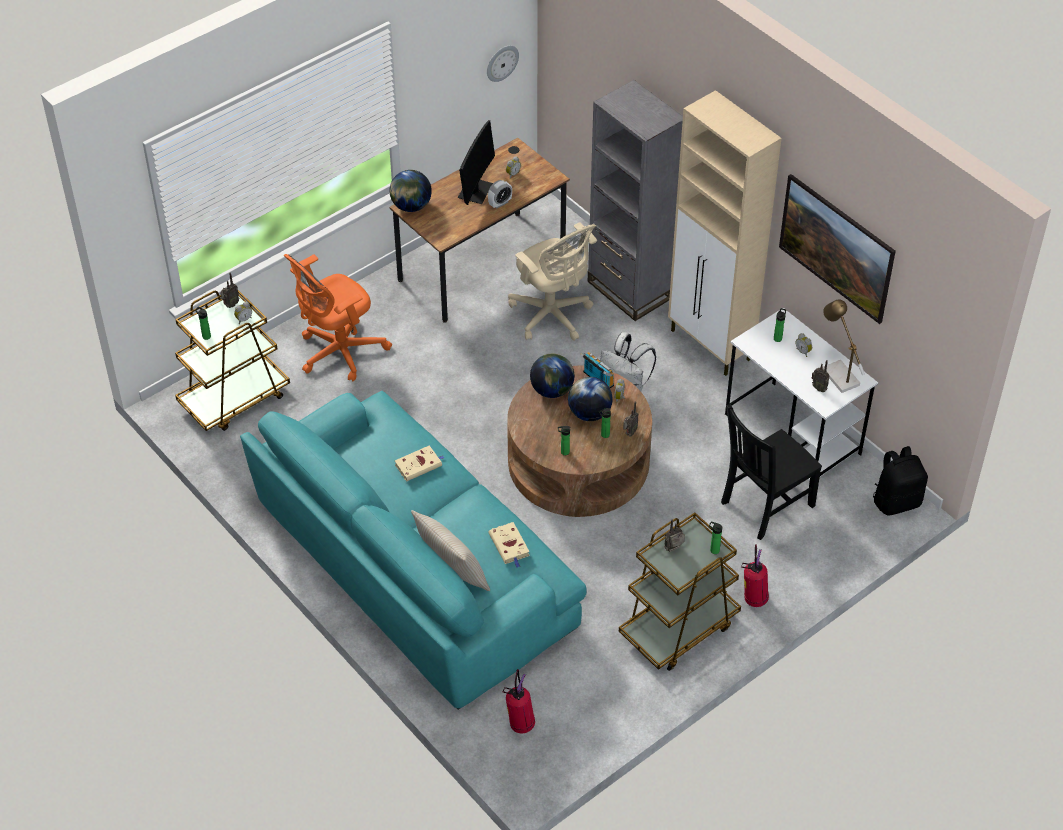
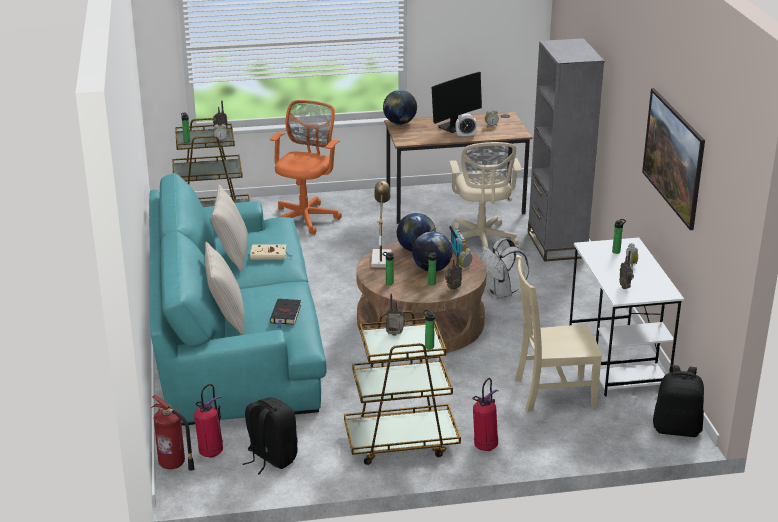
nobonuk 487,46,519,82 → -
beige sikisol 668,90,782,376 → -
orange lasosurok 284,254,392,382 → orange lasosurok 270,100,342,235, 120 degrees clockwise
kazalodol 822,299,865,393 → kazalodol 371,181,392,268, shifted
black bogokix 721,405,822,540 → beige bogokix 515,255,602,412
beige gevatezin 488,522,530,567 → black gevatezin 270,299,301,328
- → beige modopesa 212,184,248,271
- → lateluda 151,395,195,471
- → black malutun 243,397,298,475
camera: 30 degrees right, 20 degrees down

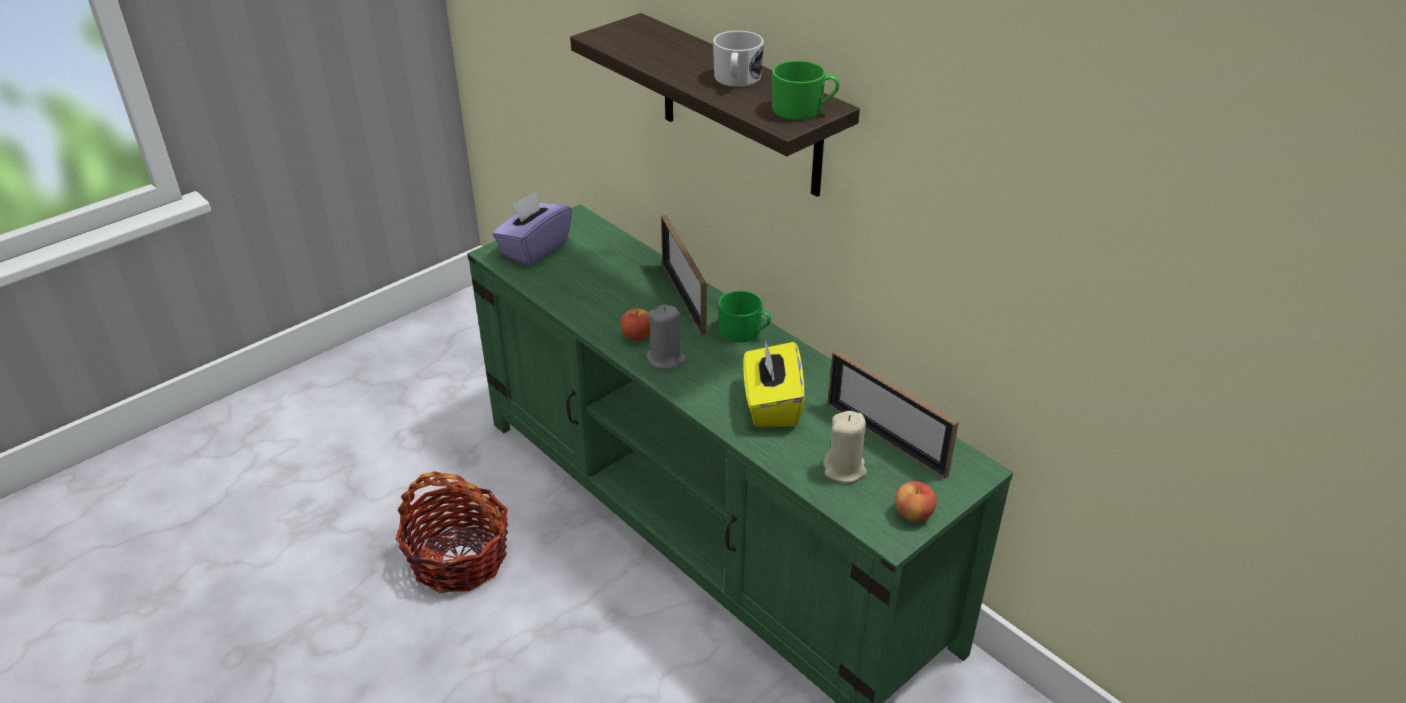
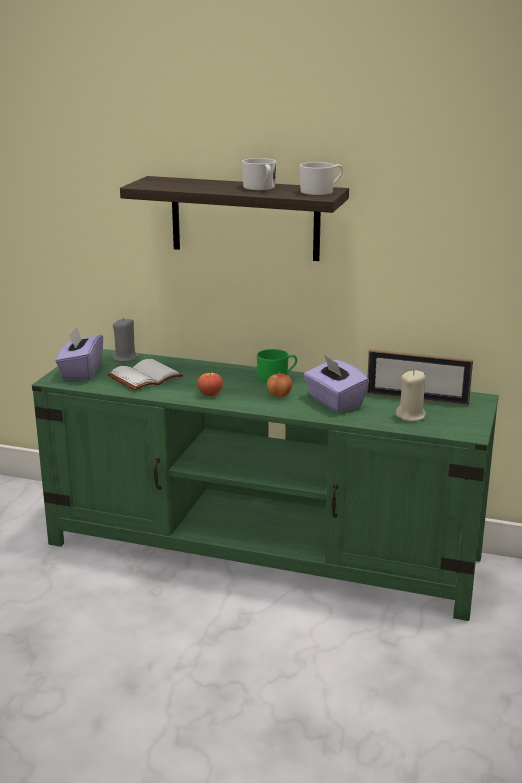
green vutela 772,60,840,120 → white vutela 300,162,343,195
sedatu 661,215,707,335 → -
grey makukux 646,305,687,370 → grey makukux 112,318,140,362, shifted
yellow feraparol 743,340,805,427 → purple feraparol 304,355,369,412
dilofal 395,471,508,593 → -
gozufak 895,481,937,521 → gozufak 267,371,292,397, shifted
- → white gevatezin 107,359,183,390
camera: 30 degrees left, 15 degrees down

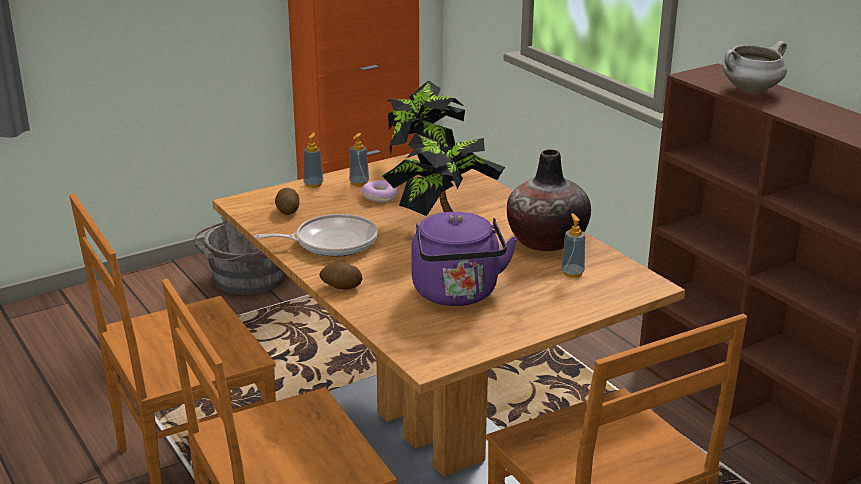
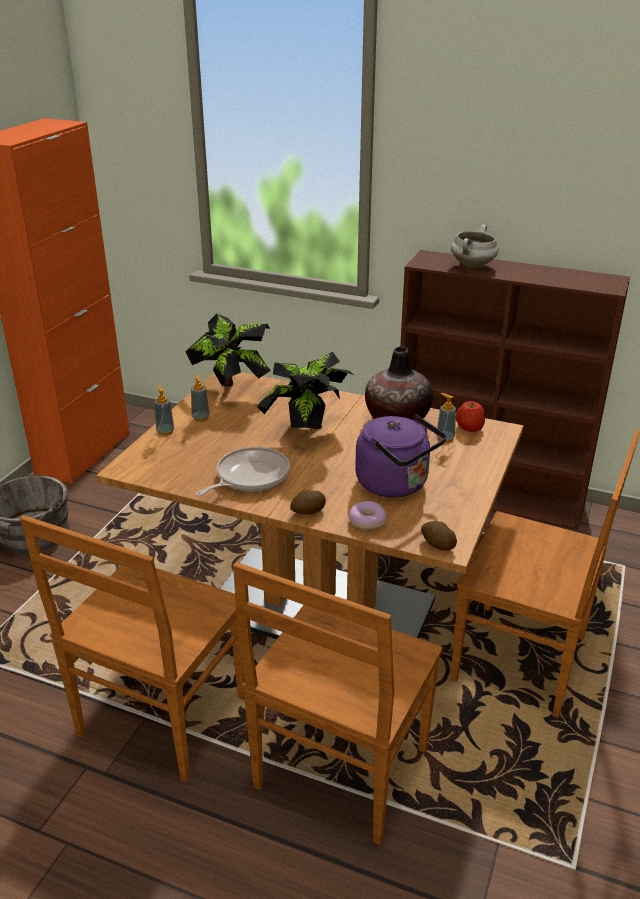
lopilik 362,180,397,203 → lopilik 349,501,387,529, shifted
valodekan 275,188,299,215 → valodekan 421,521,457,551, shifted
- → gozufak 456,401,485,432
camera: 35 degrees left, 5 degrees up

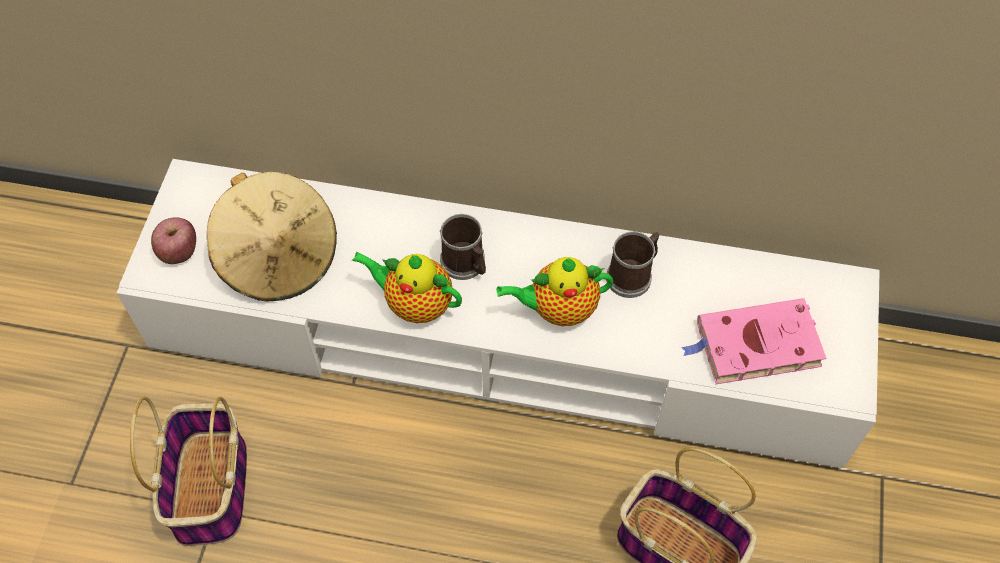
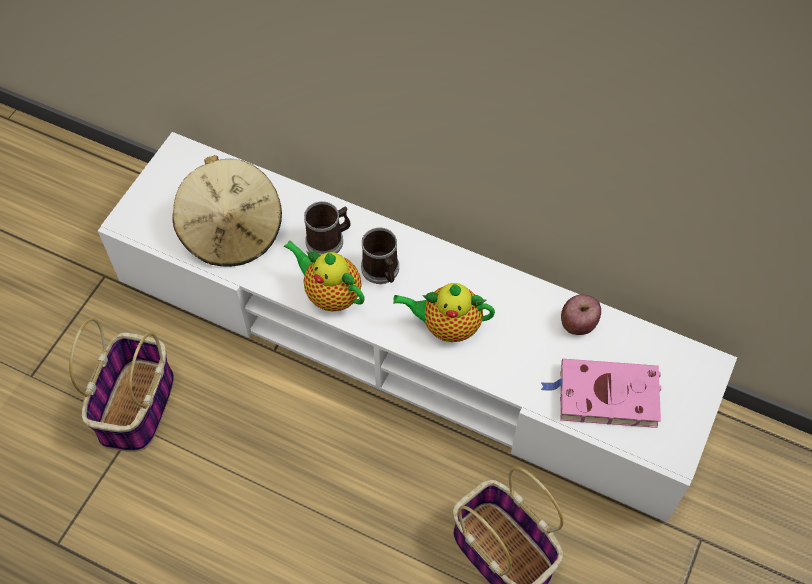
gozufak 151,217,196,264 → gozufak 561,295,601,335, shifted
vutela 606,232,659,298 → vutela 304,201,351,256, shifted
camera: 15 degrees right, 0 degrees up

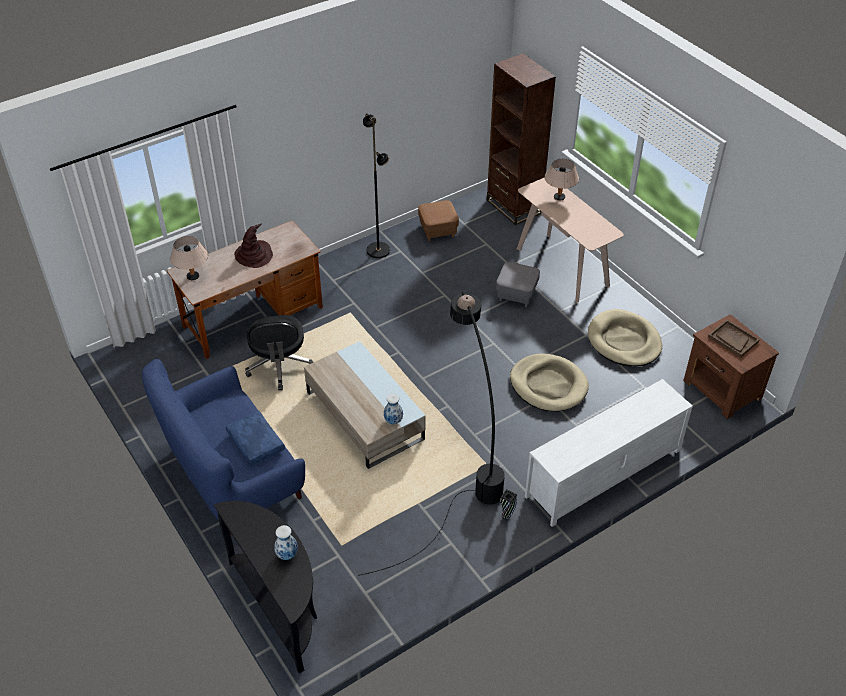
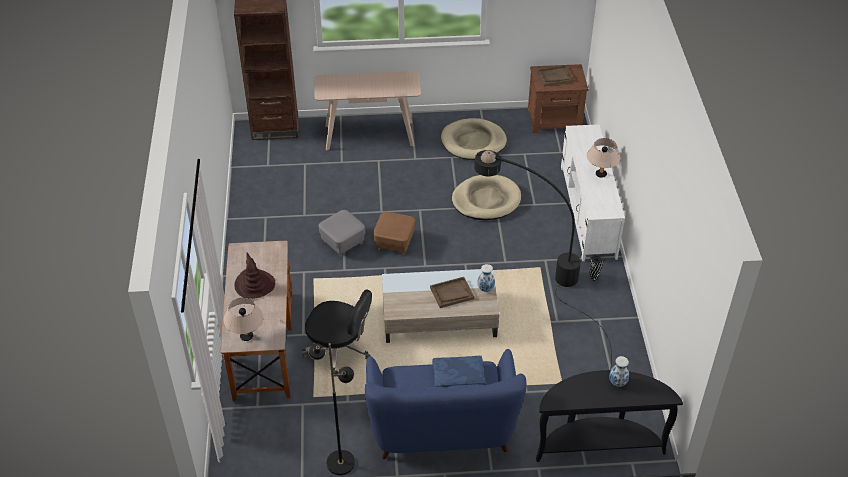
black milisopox 363,113,390,258 → black milisopox 308,343,355,475, shifted
beige kazalodol 544,159,579,200 → beige kazalodol 587,138,621,178, shifted
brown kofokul 418,200,459,241 → brown kofokul 373,212,415,255, shifted
grey kofokul 496,262,540,307 → grey kofokul 319,210,365,257, shifted
- → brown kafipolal 430,277,474,308
camera: 60 degrees left, 0 degrees up

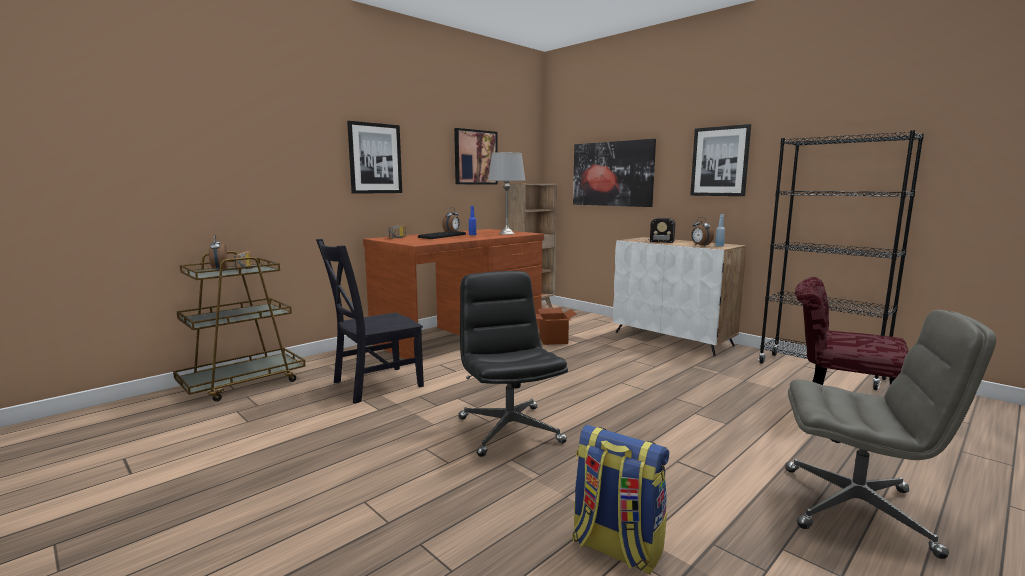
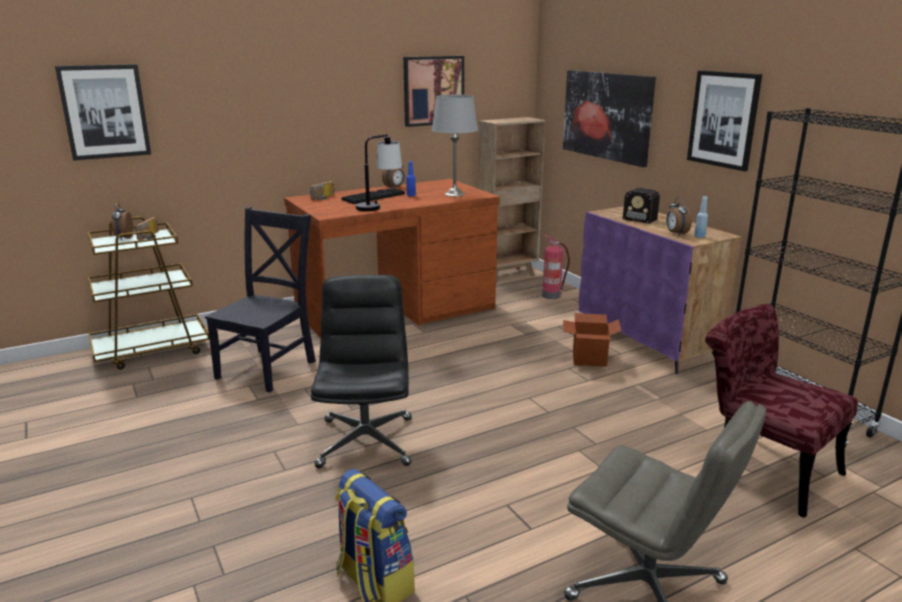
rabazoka 347,121,402,194 → rabazoka 55,64,151,160, shifted
white sikisol 613,237,746,356 → purple sikisol 579,206,742,374
black bogokix 316,239,424,404 → black bogokix 205,207,316,393, 135 degrees clockwise
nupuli 536,308,577,345 → nupuli 563,313,621,367, shifted
- → kazalodol 355,134,402,211
- → lateluda 542,235,570,299
camera: 15 degrees right, 10 degrees up

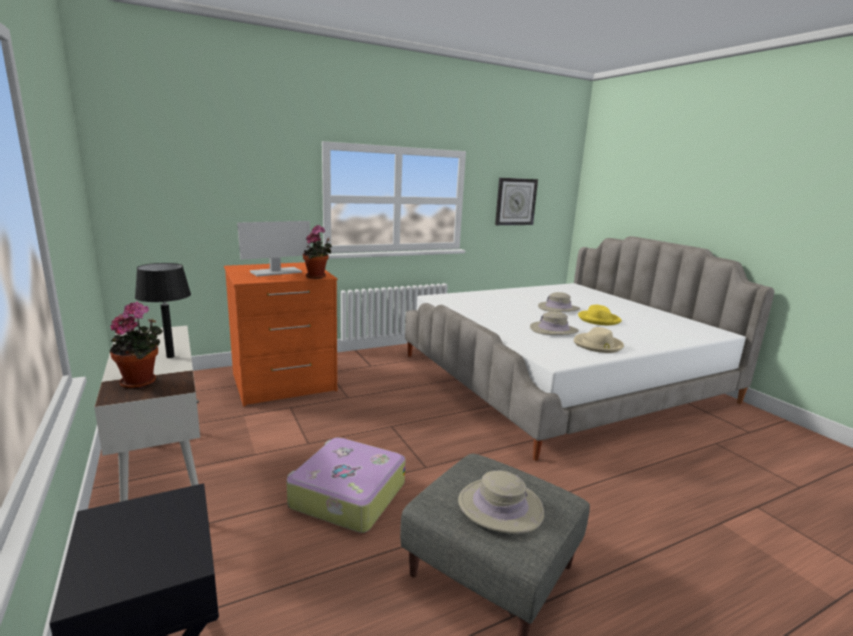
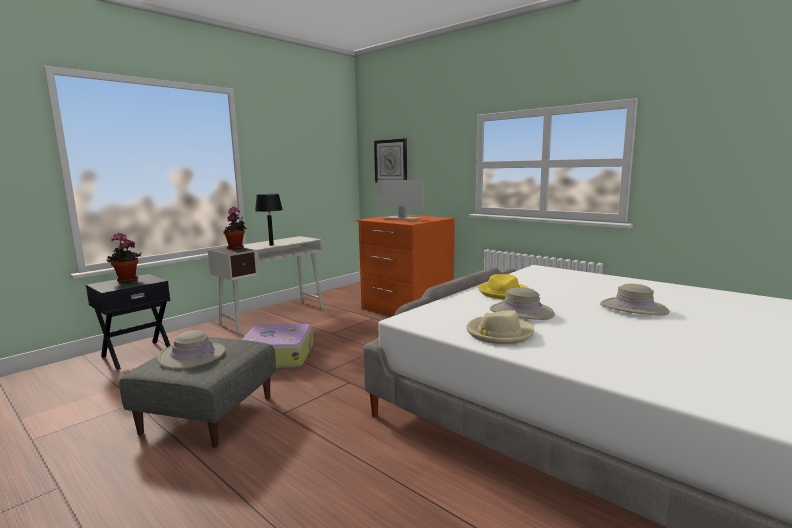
nobonuk 495,178,538,225 → nobonuk 374,138,407,182, shifted
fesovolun 303,225,332,279 → fesovolun 106,233,142,282, shifted
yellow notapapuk 578,305,622,325 → yellow notapapuk 478,274,528,300, shifted
camera: 70 degrees right, 5 degrees down

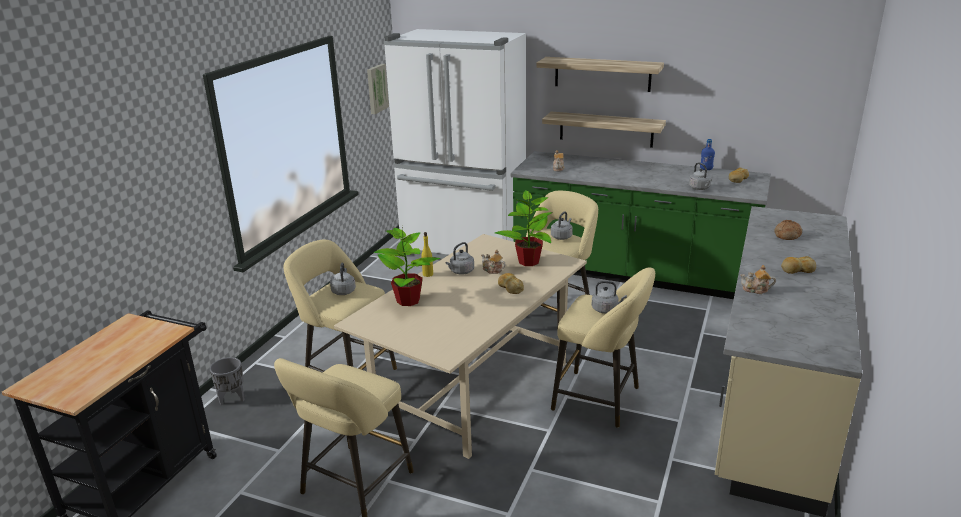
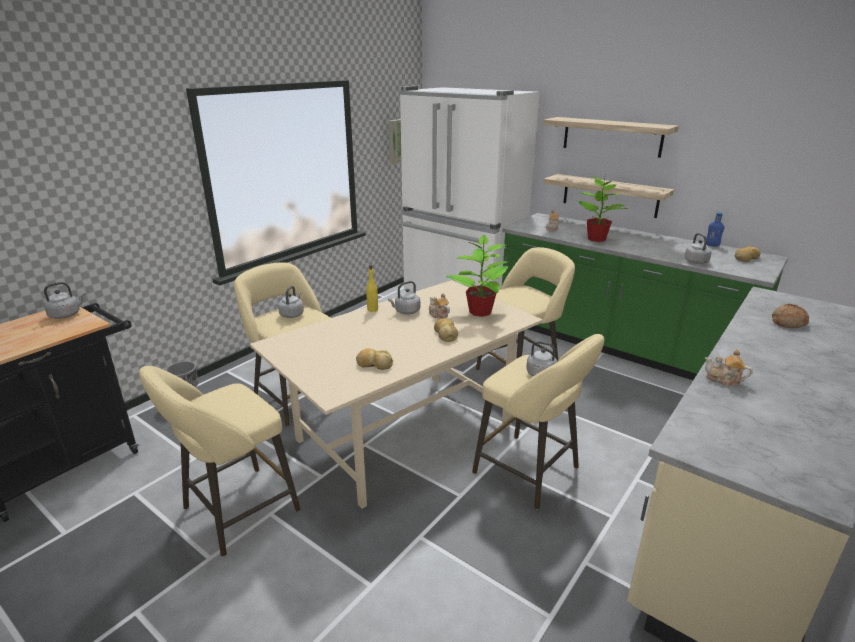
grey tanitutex 551,212,573,240 → grey tanitutex 44,282,86,319, shifted
fesovolun 374,226,441,306 → fesovolun 577,175,628,242, shifted
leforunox 781,256,816,274 → leforunox 356,349,393,370, shifted
camera: 15 degrees right, 0 degrees up

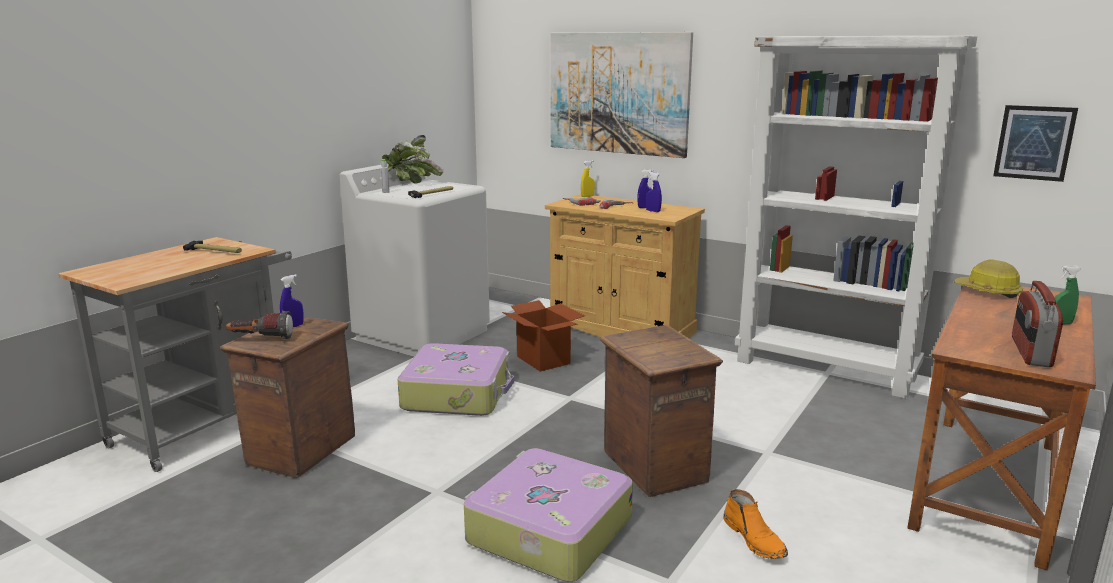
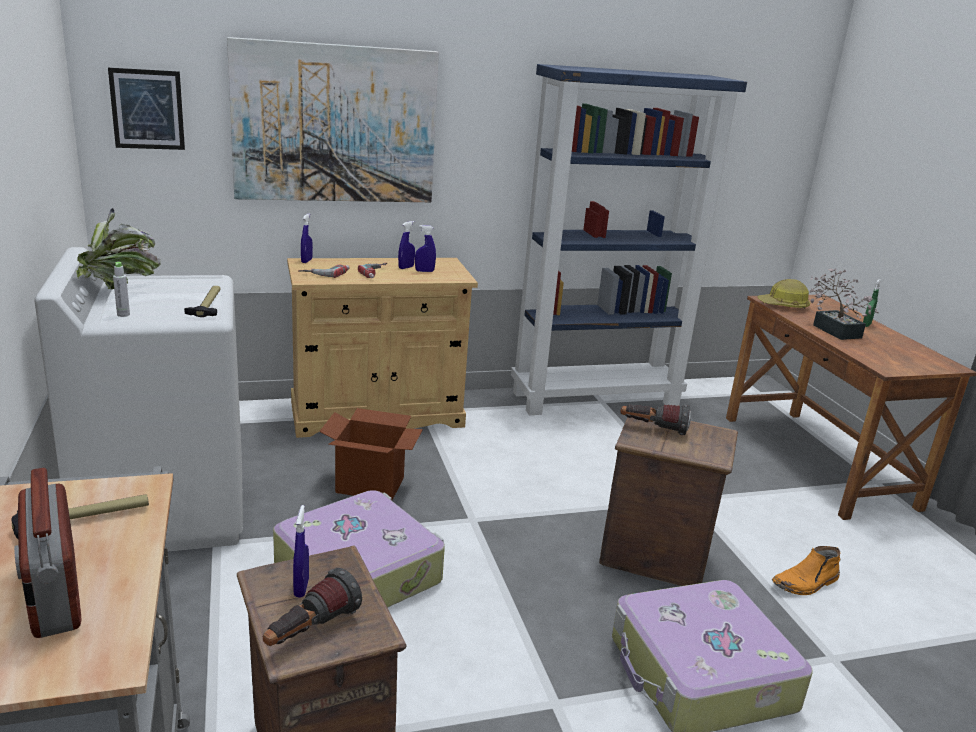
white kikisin 735,36,977,399 → blue kikisin 511,64,747,415
rabazoka 993,105,1078,182 → rabazoka 108,68,185,150, shifted
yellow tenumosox 581,160,595,197 → blue tenumosox 301,214,313,263
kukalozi 1012,281,1063,367 → kukalozi 14,468,82,638, shifted
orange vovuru 723,489,788,559 → orange vovuru 772,546,840,595, 135 degrees clockwise
- → fesovolun 810,268,879,340
- → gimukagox 621,404,691,435
camera: 50 degrees left, 5 degrees up

